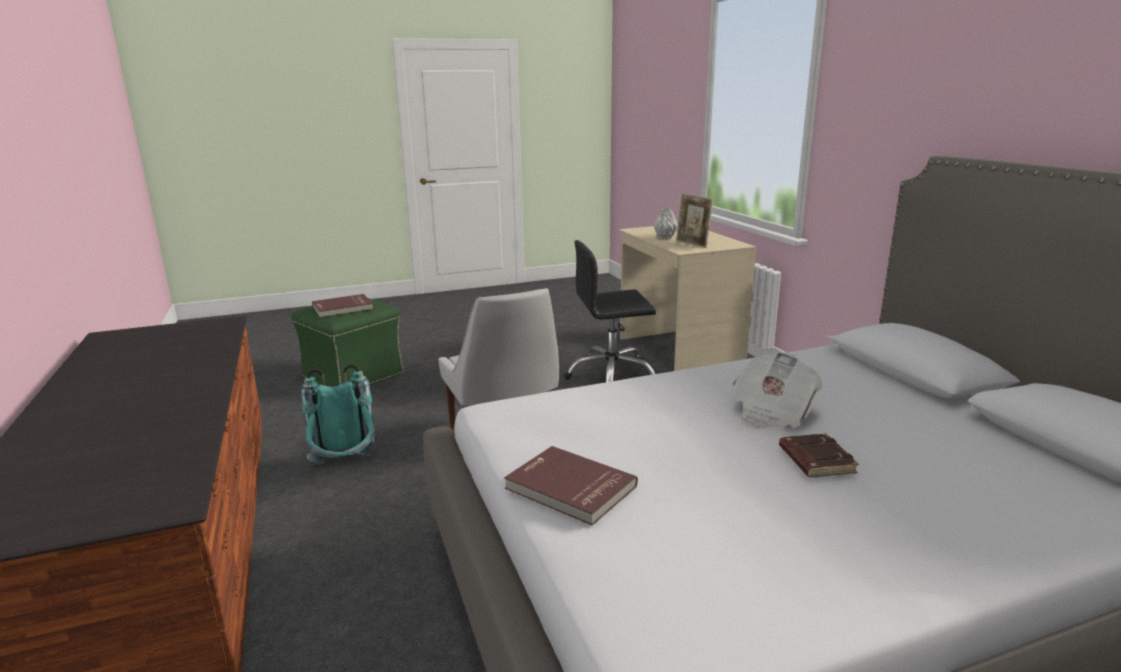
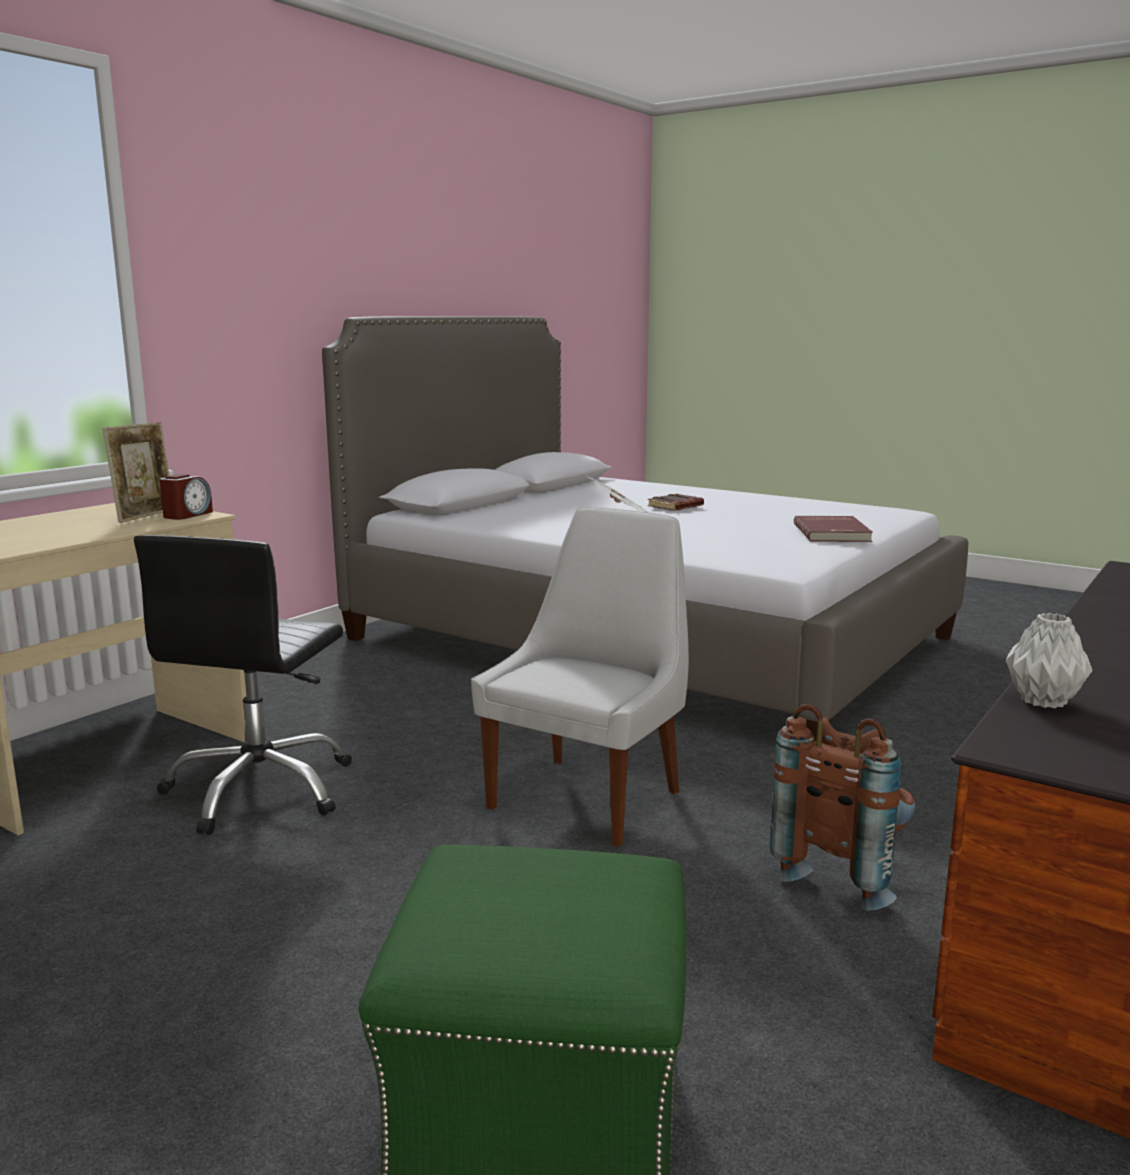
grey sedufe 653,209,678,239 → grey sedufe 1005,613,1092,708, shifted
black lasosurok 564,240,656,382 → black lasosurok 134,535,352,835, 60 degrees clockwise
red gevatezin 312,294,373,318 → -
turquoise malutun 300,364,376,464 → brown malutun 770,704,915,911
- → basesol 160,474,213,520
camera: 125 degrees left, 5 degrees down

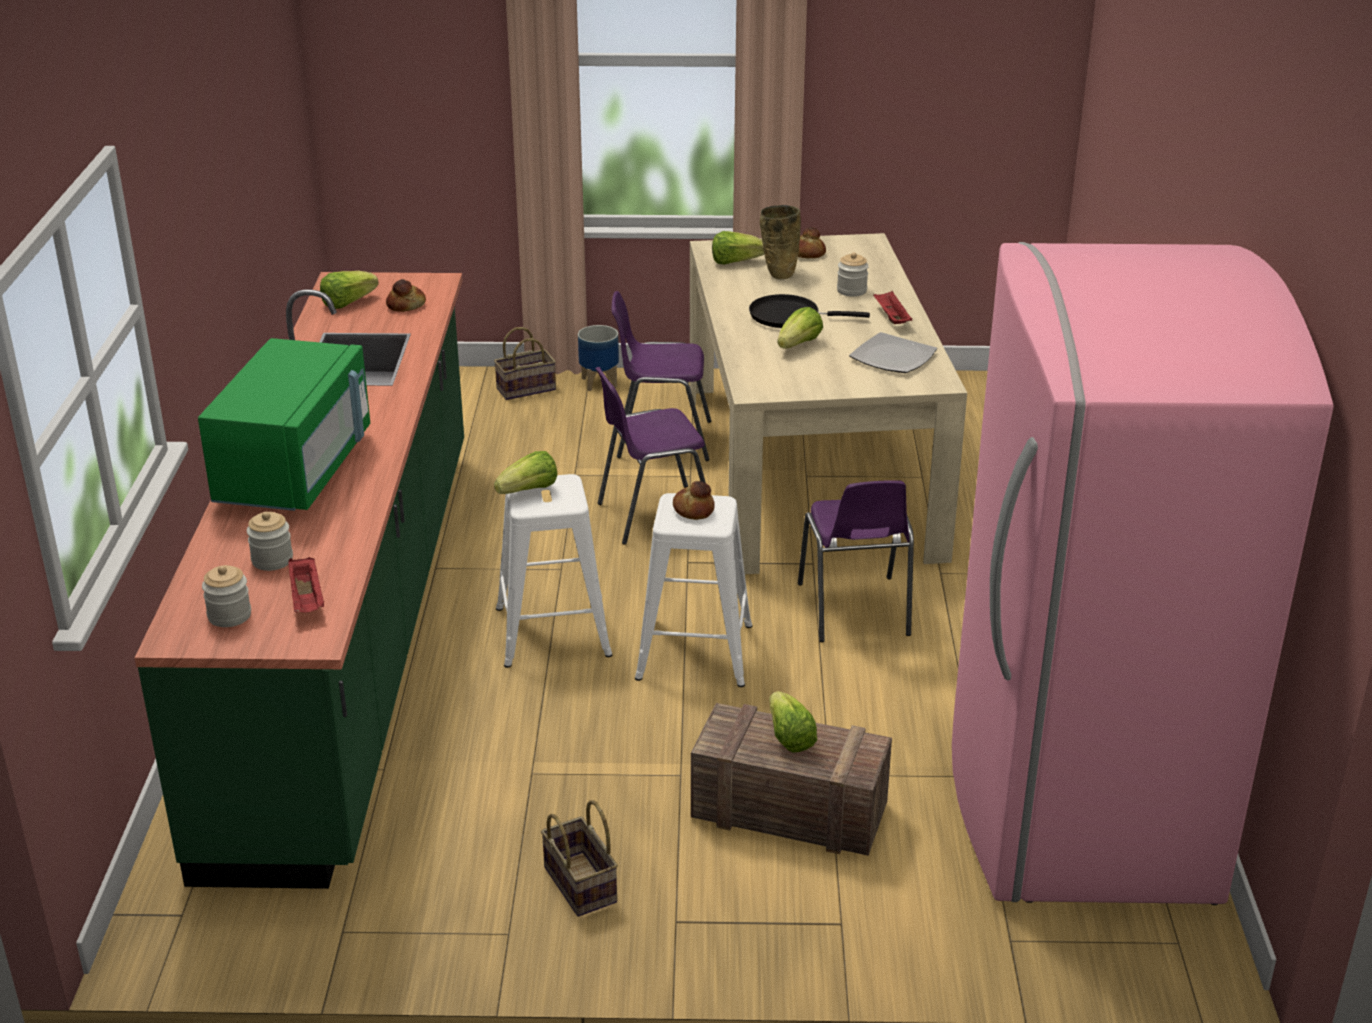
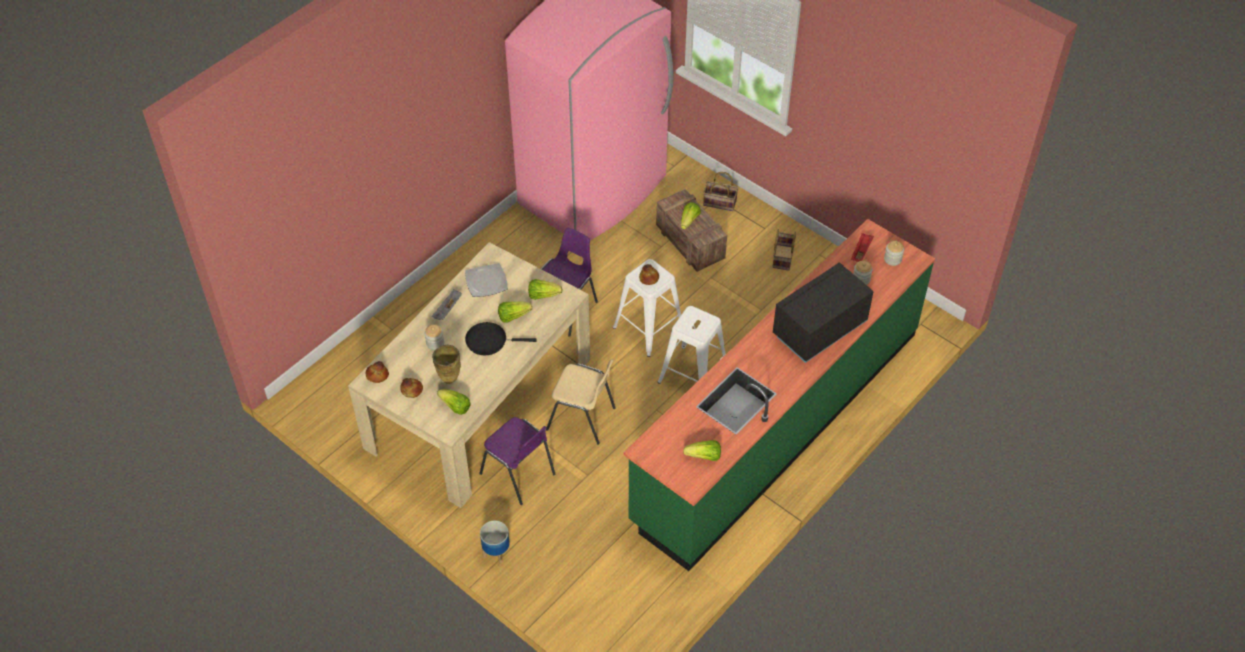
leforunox 386,279,426,312 → leforunox 365,361,389,383, shifted
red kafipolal 873,291,912,324 → grey kafipolal 432,289,462,320
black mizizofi 749,294,870,328 → black mizizofi 465,322,537,355, 135 degrees clockwise
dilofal 494,327,556,400 → dilofal 703,172,738,211, shifted
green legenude 198,338,370,511 → black legenude 773,262,873,363
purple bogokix 595,367,706,545 → beige bogokix 546,359,616,445
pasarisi 494,451,557,494 → pasarisi 528,279,562,300, shifted
camera: 140 degrees left, 20 degrees up

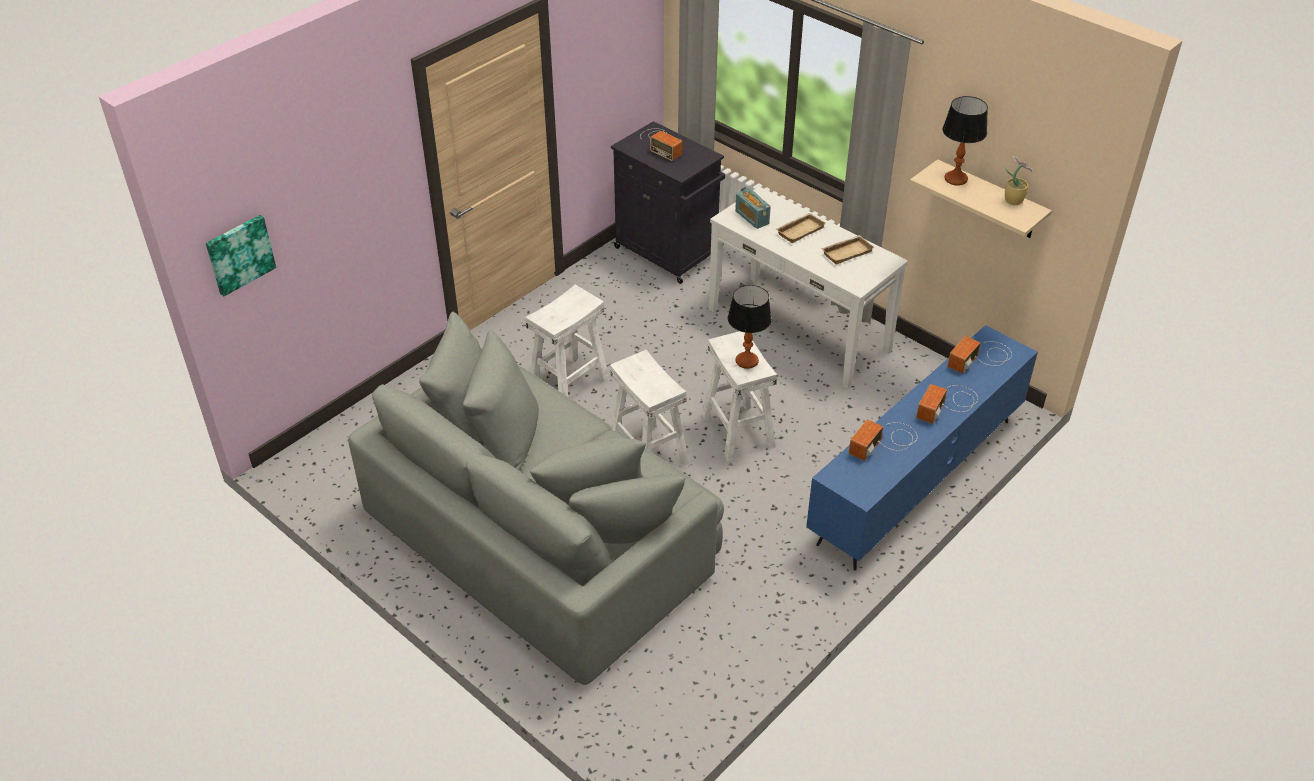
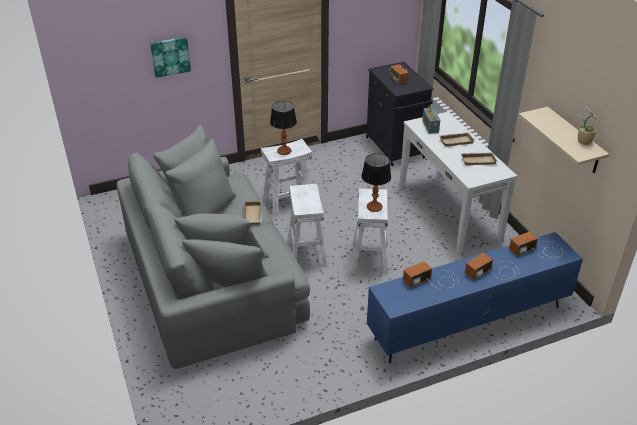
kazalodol 943,96,988,185 → kazalodol 270,101,297,155, shifted
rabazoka 206,215,276,296 → rabazoka 150,37,191,78, shifted
- → beige kafipolal 244,201,262,225
camera: 25 degrees right, 5 degrees down

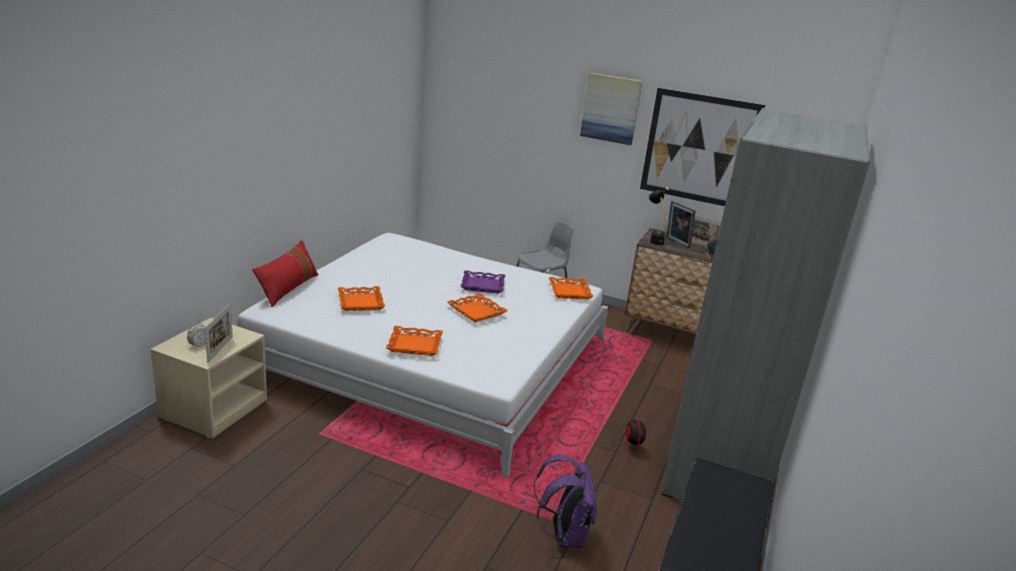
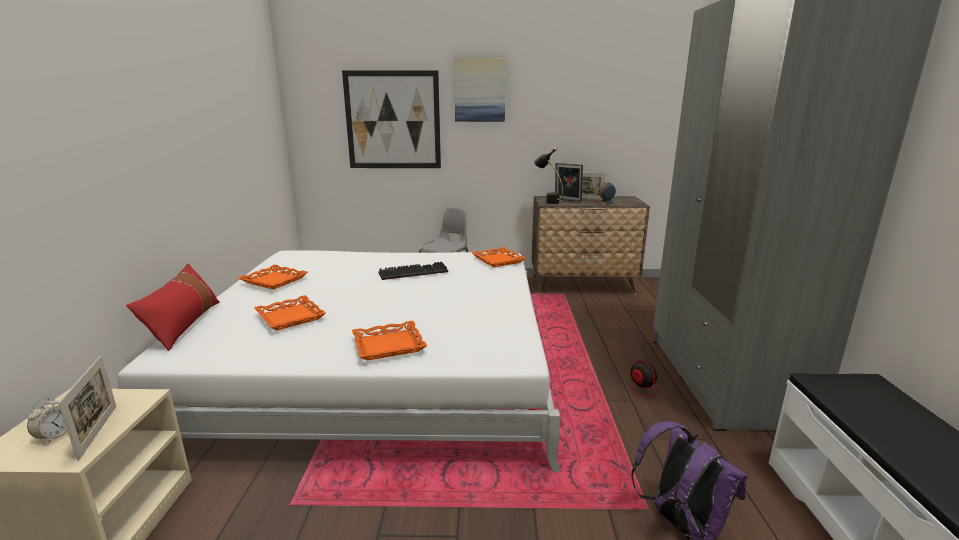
rabazoka 640,88,765,206 → rabazoka 342,70,441,168, shifted
purple kafipolal 461,270,505,293 → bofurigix 378,262,448,280
orange kafipolal 447,293,508,322 → orange kafipolal 238,264,308,290, shifted
camera: 20 degrees left, 5 degrees down

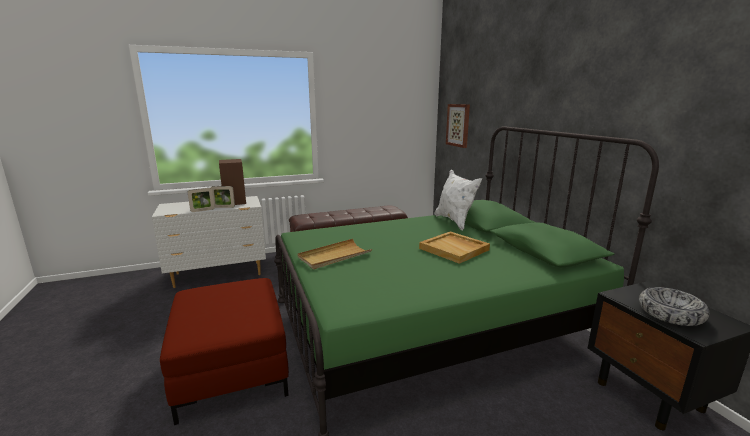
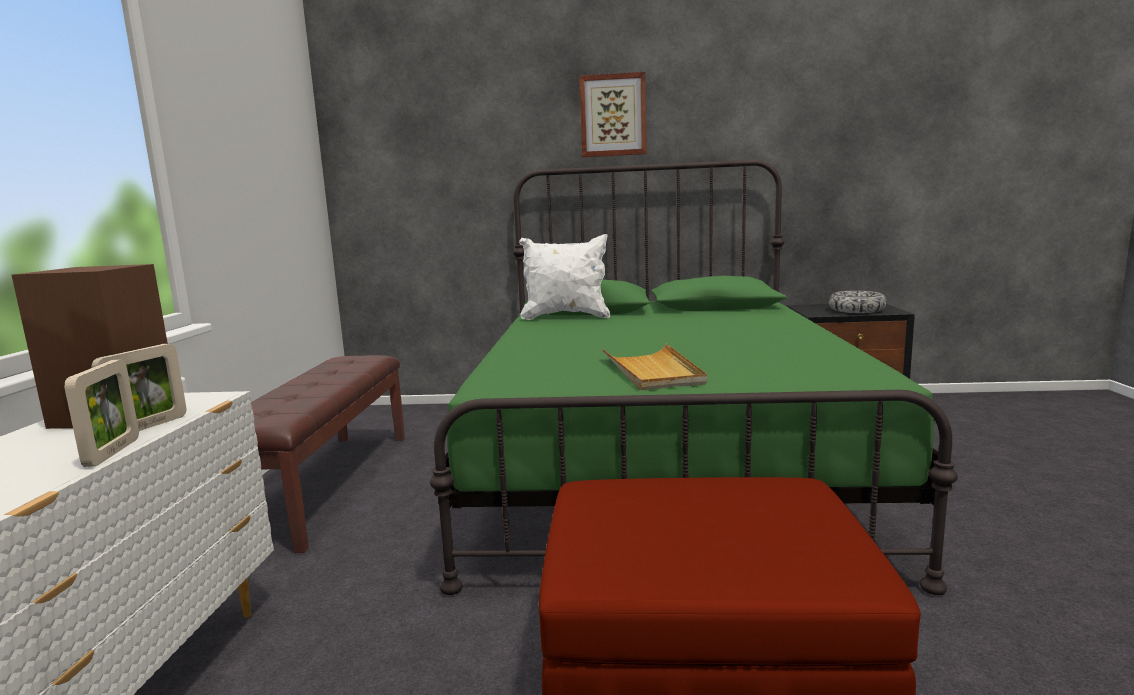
rabazoka 446,104,470,148 → rabazoka 579,72,647,157, shifted
beige kafipolal 419,232,490,264 → -
camera: 65 degrees left, 5 degrees down

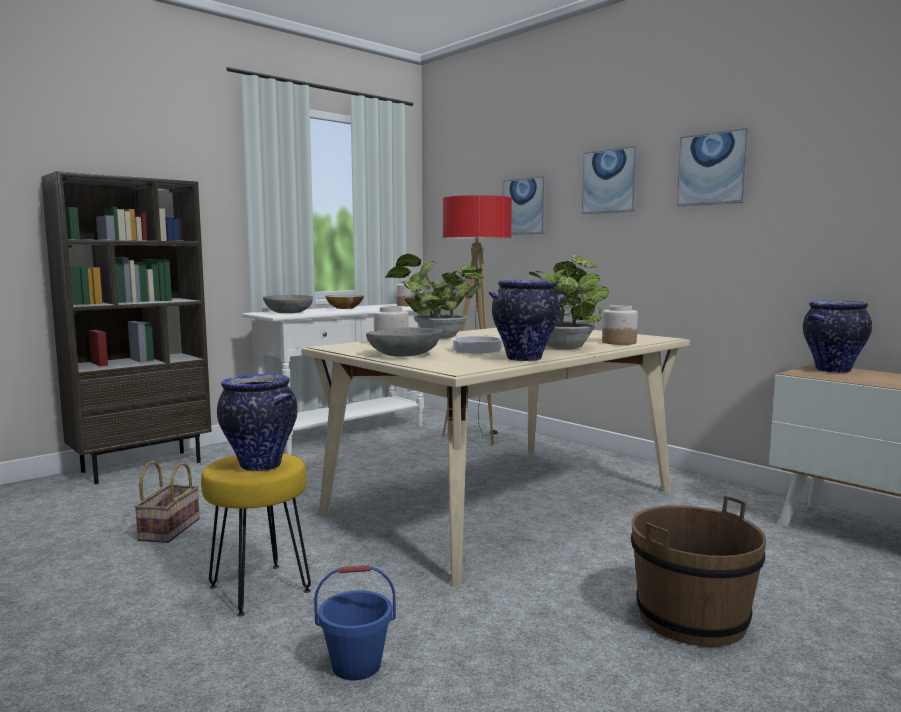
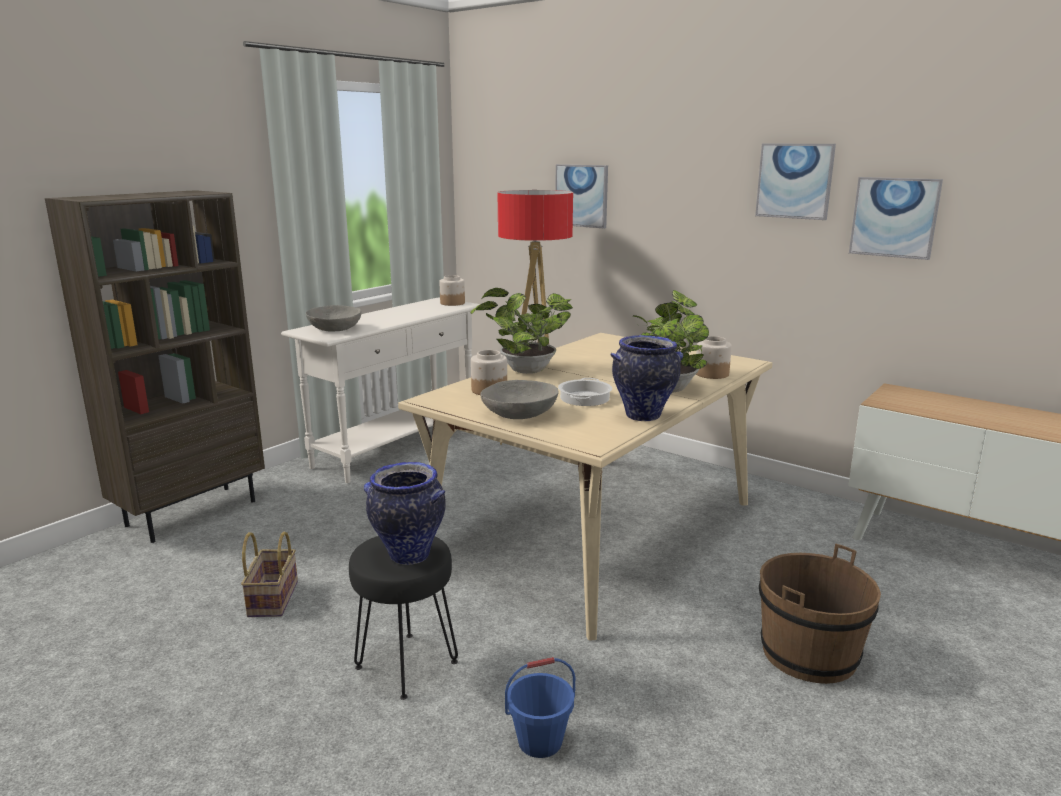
rabazoka 582,146,639,214 → rabazoka 849,177,943,260, shifted
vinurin 325,295,364,309 → -
sedufe 803,300,872,373 → -
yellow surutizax 201,453,311,616 → black surutizax 349,536,458,700
camera: 10 degrees left, 10 degrees up

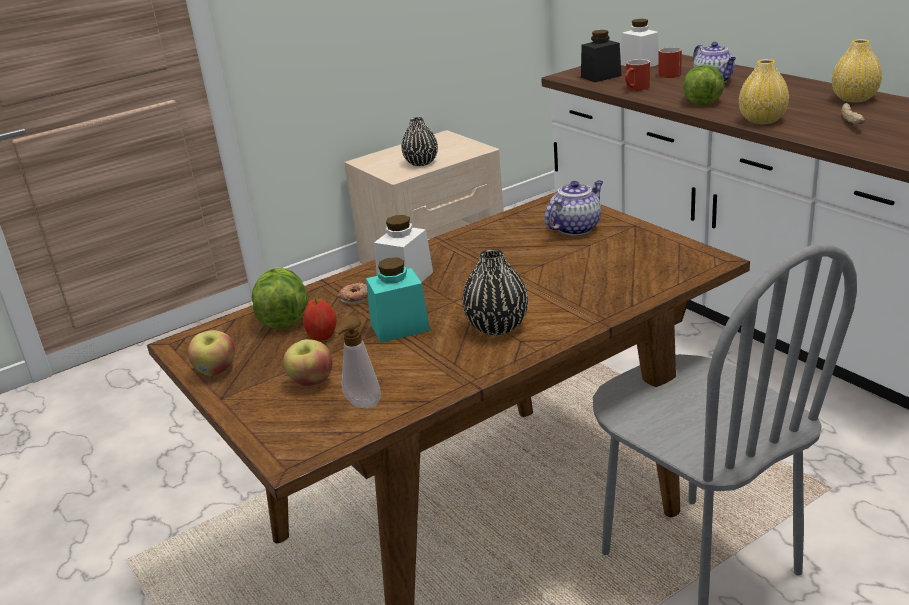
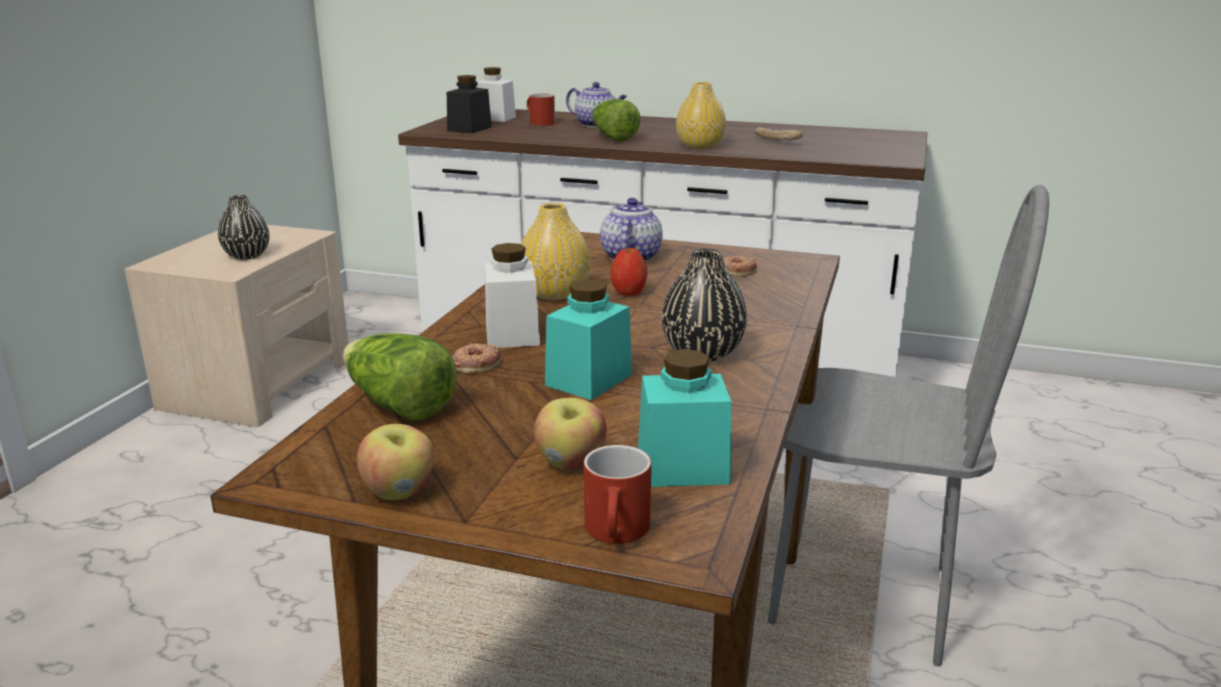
yellow sedufe 832,39,882,103 → yellow sedufe 521,203,590,300, shifted
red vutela 625,59,650,91 → red vutela 584,445,651,544, shifted
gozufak 303,299,336,341 → gozufak 610,247,648,296, shifted
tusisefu 334,315,381,408 → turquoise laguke 638,349,732,487
- → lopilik 723,255,757,277
camera: 40 degrees left, 5 degrees down

